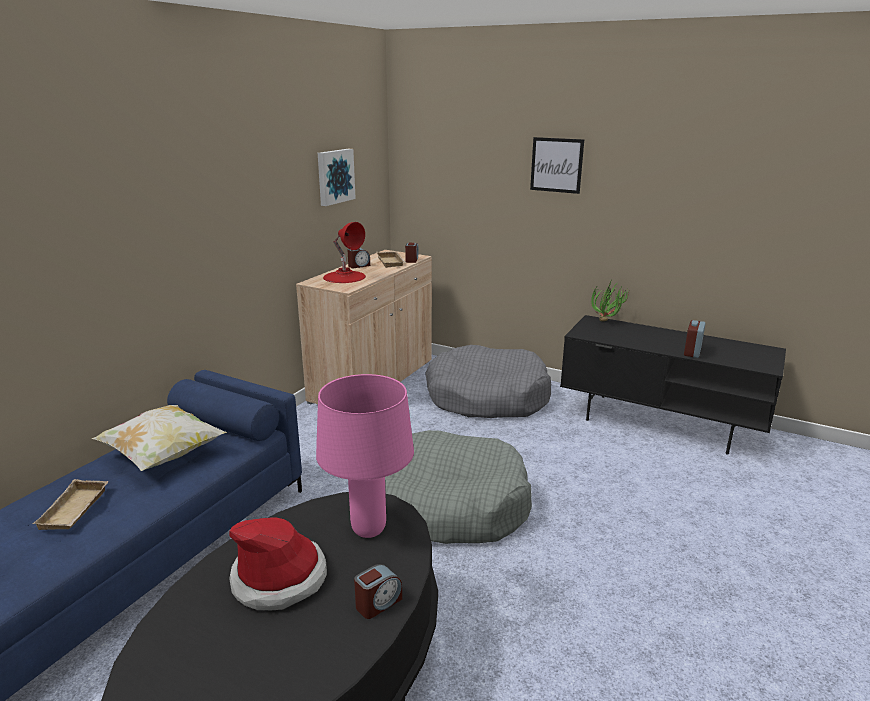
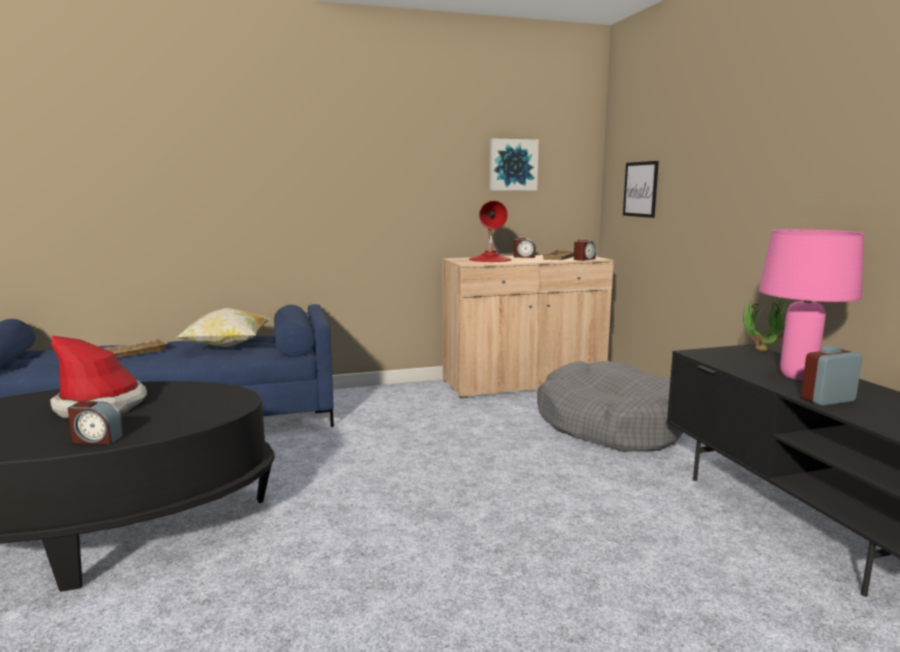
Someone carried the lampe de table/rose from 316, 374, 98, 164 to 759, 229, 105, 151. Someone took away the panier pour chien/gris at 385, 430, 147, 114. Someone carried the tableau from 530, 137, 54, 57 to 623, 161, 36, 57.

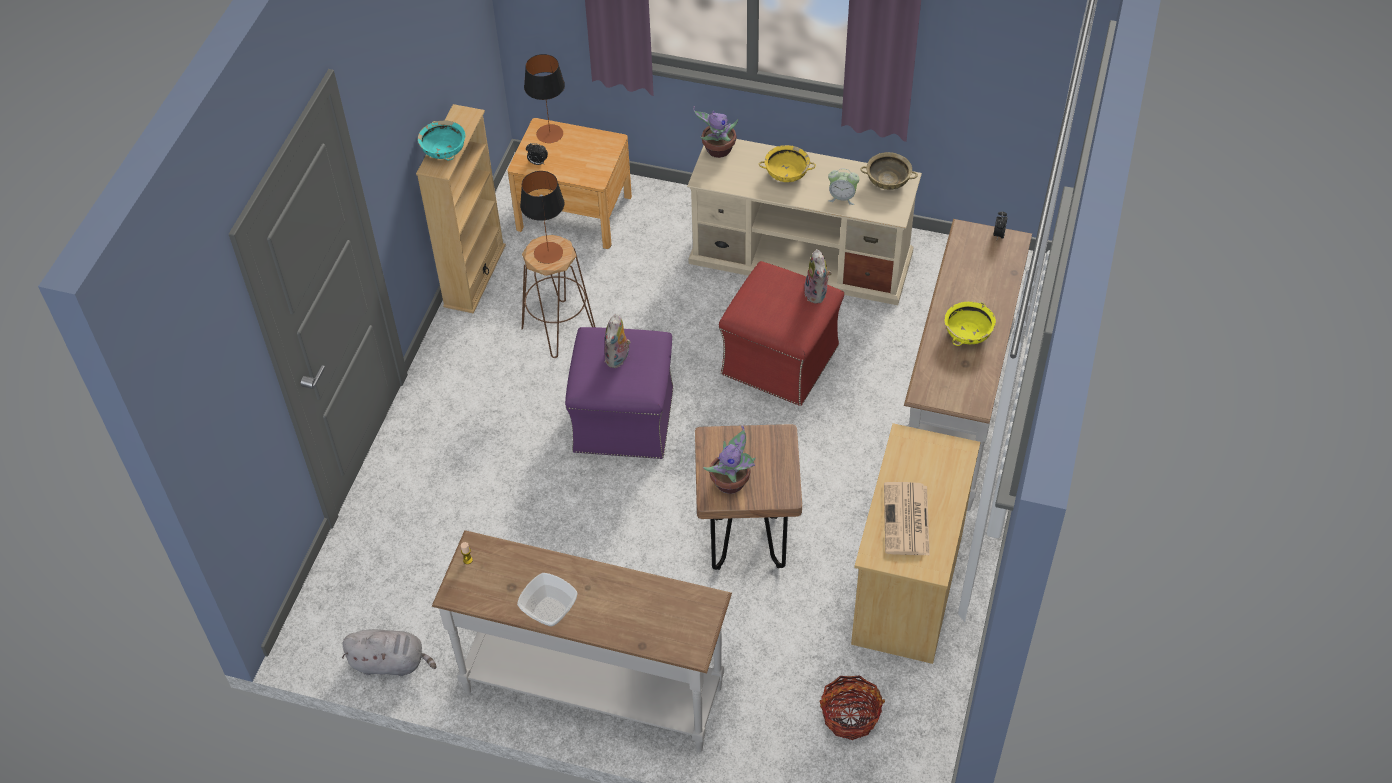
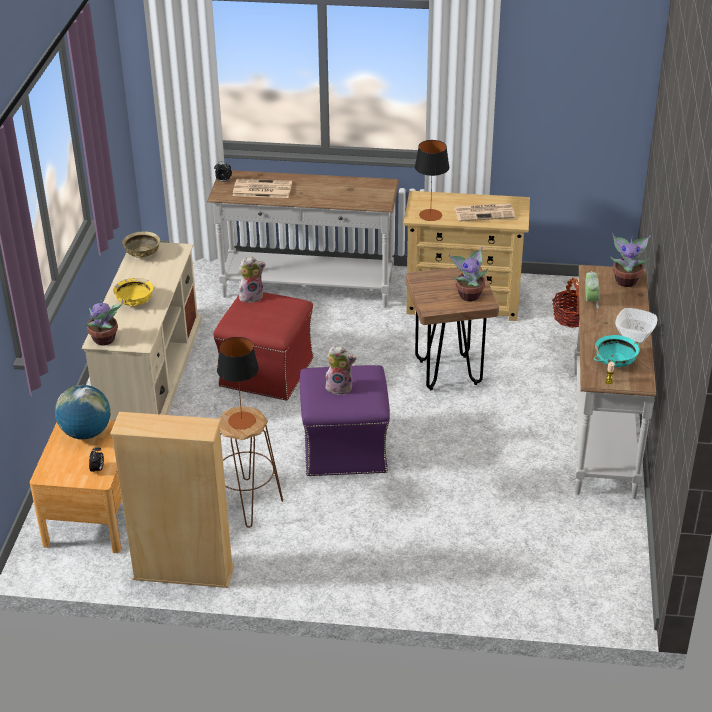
Someone took away the peluche/gris at 342, 629, 95, 47. Someone carried the bol/turquoise from 418, 121, 47, 40 to 594, 335, 46, 32. Someone carried the lampe de table from 524, 54, 41, 89 to 415, 140, 34, 81. Someone carried the réveil from 828, 168, 31, 37 to 585, 271, 14, 37. Someone took away the bol/jaune at 945, 302, 51, 44. Someone put down the globe at 55, 385, 56, 54. Someone put down the journal at 233, 179, 59, 19. Someone put down the plante en pot at 610, 233, 41, 54.

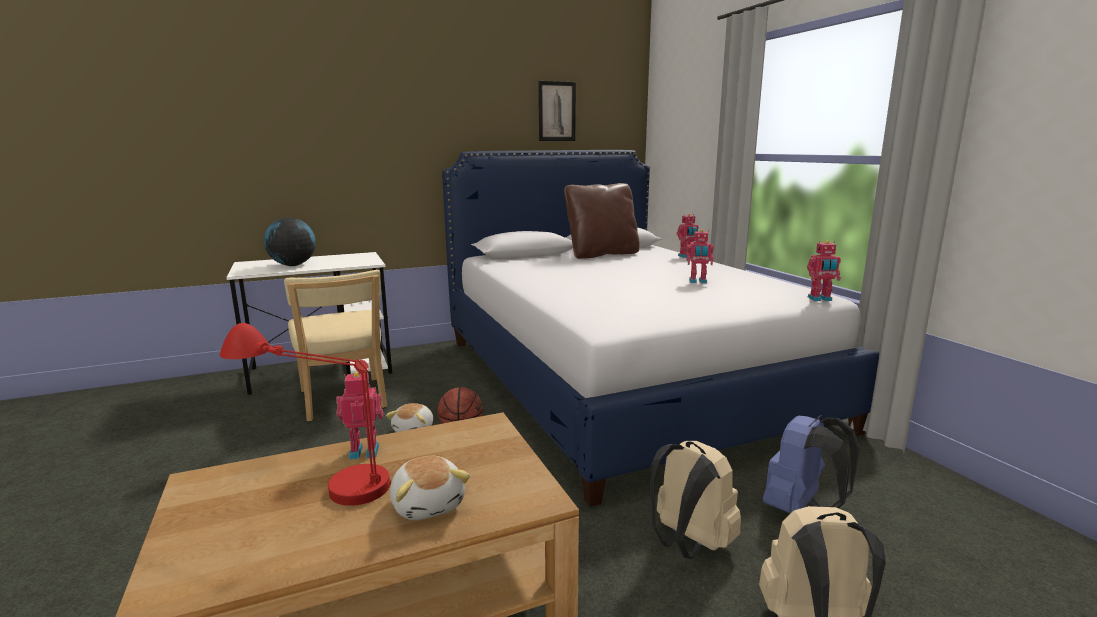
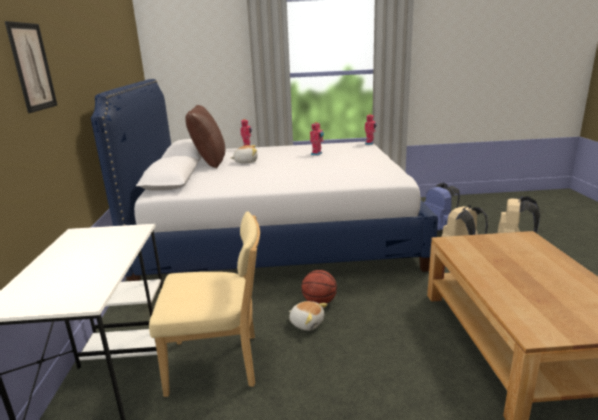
Someone took away the lampe de table/rouge at 220, 323, 171, 183. Someone took away the globe at 264, 217, 52, 49. Someone took away the robot jouet at 336, 372, 48, 87. Someone carried the peluche from 390, 456, 80, 64 to 231, 145, 27, 18. Someone carried the tableau from 538, 81, 38, 60 to 5, 21, 52, 92.

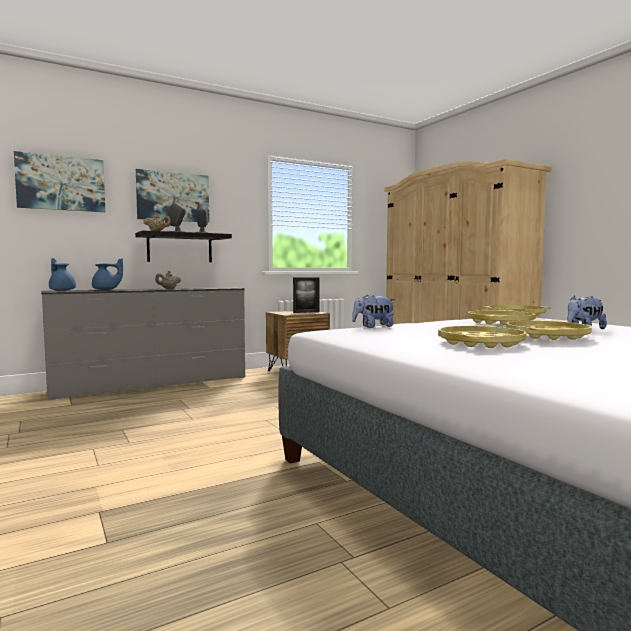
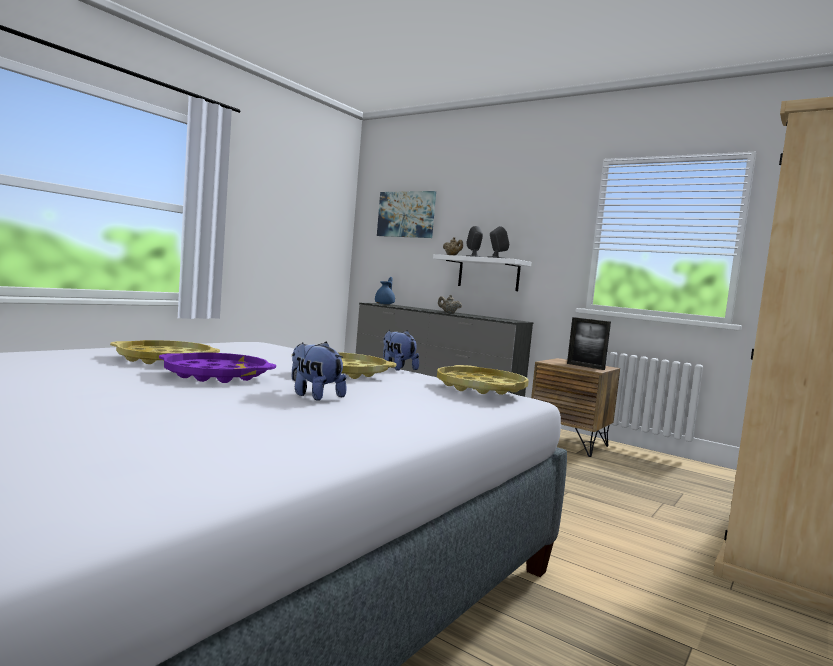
Someone took away the théière/bleu at 92, 258, 31, 32. Someone repainted the étagère/noir at 135, 230, 97, 32, which became the étagère/blanc at 433, 254, 99, 37. Someone took away the tableau at 136, 169, 73, 54. Someone carried the peluche from 352, 295, 43, 33 to 383, 330, 36, 41. Someone repainted the plateau/jaune at 506, 320, 86, 20, which became the plateau/violet at 159, 353, 117, 30.

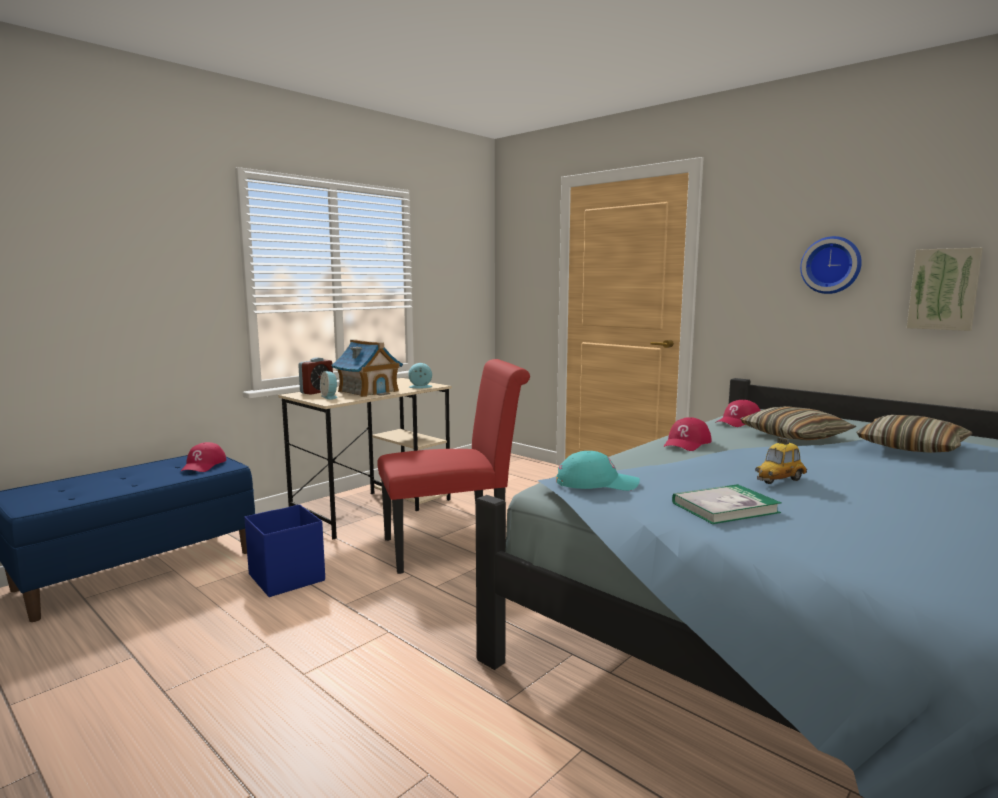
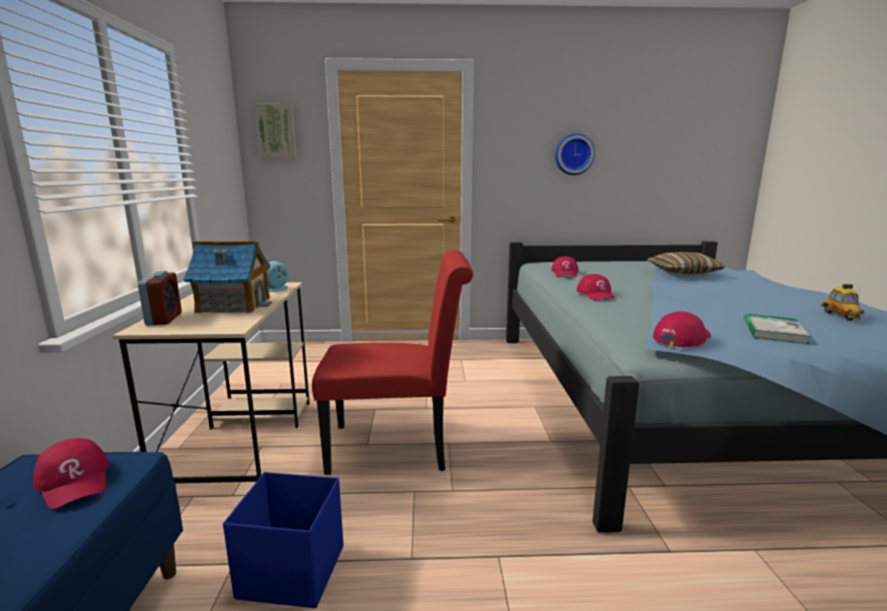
Someone took away the réveil at 320, 371, 18, 29. Someone rotated the chaise/rouge at 377, 359, 153, 215 by 60 degrees clockwise. Someone repainted the casquette/turquoise at 556, 451, 84, 40, which became the casquette/rouge at 653, 311, 58, 37. Someone took away the coussin at 740, 406, 116, 34. Someone carried the petite voiture from 755, 437, 52, 47 to 821, 284, 44, 37. Someone carried the tableau from 907, 248, 76, 83 to 255, 103, 42, 56.

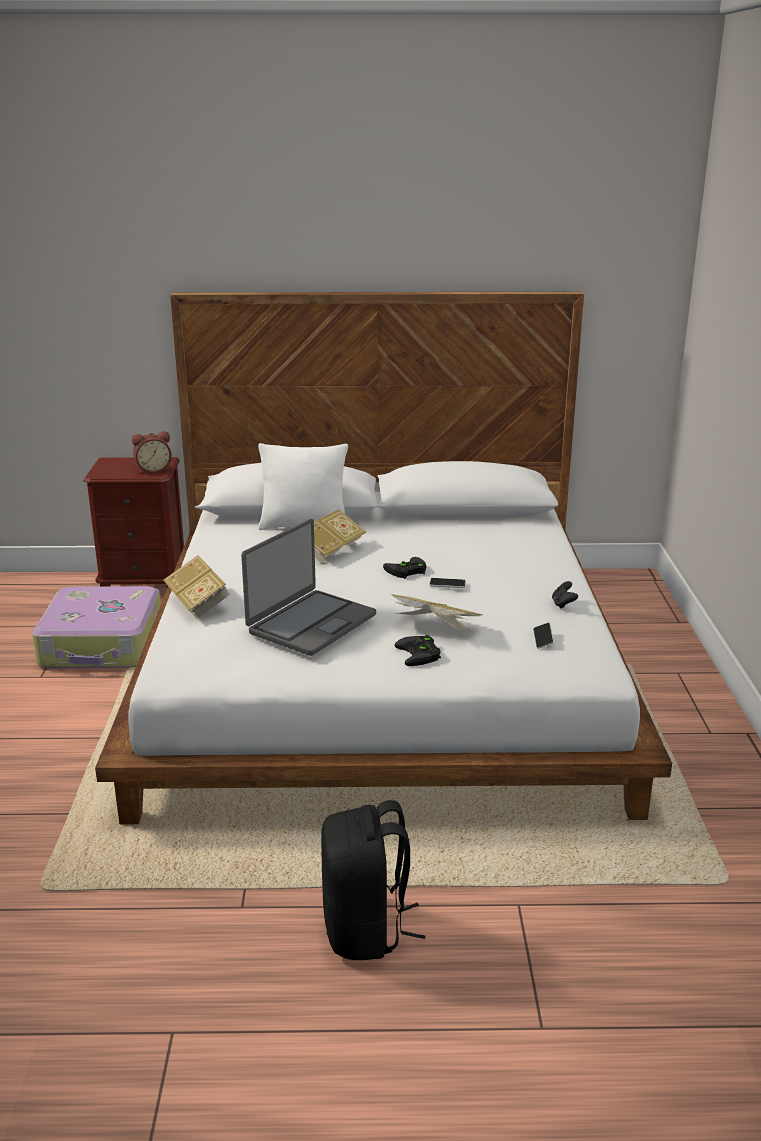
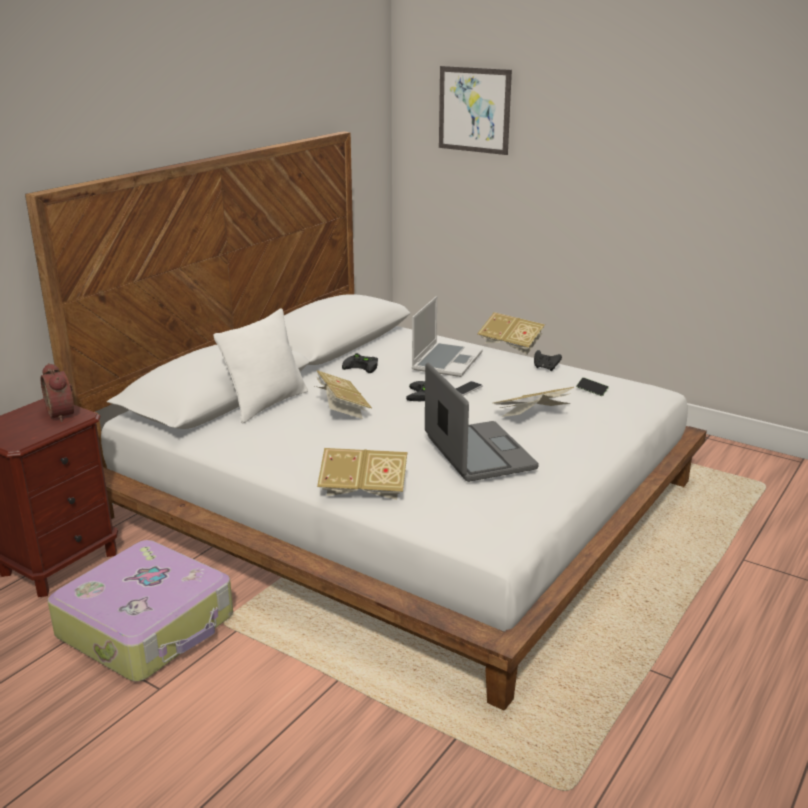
Someone rotated the réveil at 132, 431, 40, 42 by 135 degrees clockwise. Someone took away the sac à dos/noir at 321, 800, 104, 160. Someone carried the manette/noir from 395, 635, 46, 31 to 342, 353, 36, 20. Someone put down the ordinateur portable at 412, 296, 71, 81. Someone put up the tableau at 439, 66, 73, 89. Someone put down the livre at 477, 312, 68, 43.

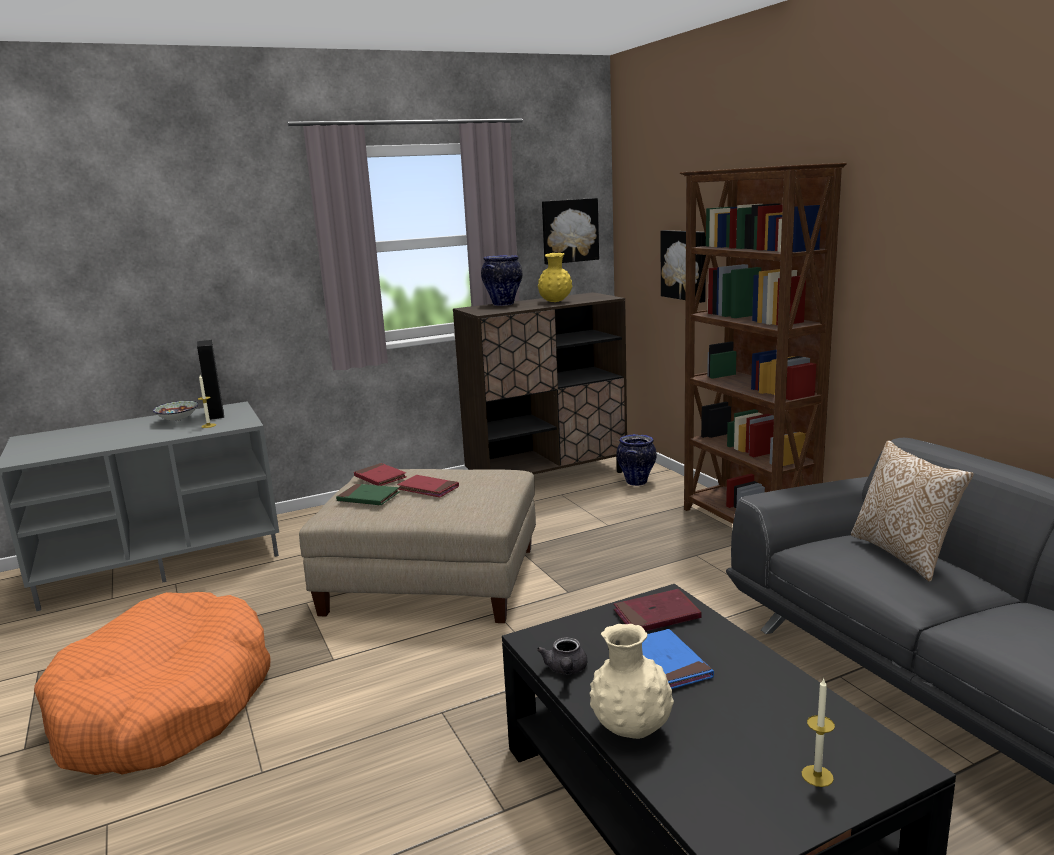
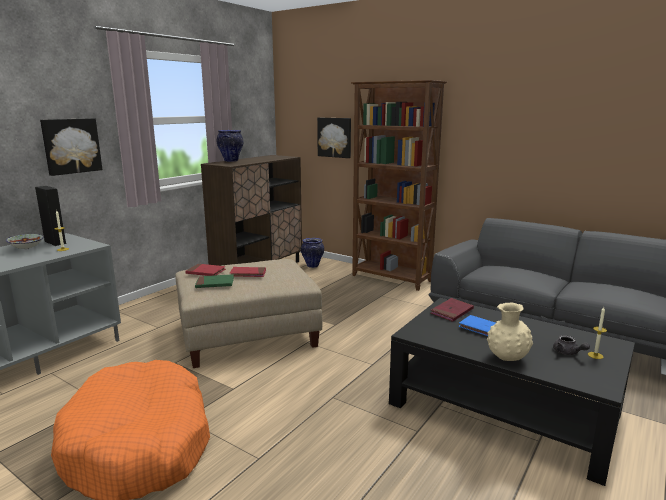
Someone carried the théière/gris from 537, 637, 50, 37 to 553, 335, 37, 20. Someone took away the vase/jaune at 538, 253, 34, 49. Someone carried the tableau from 542, 198, 57, 67 to 40, 118, 63, 58. Someone took away the coussin at 851, 440, 123, 142.

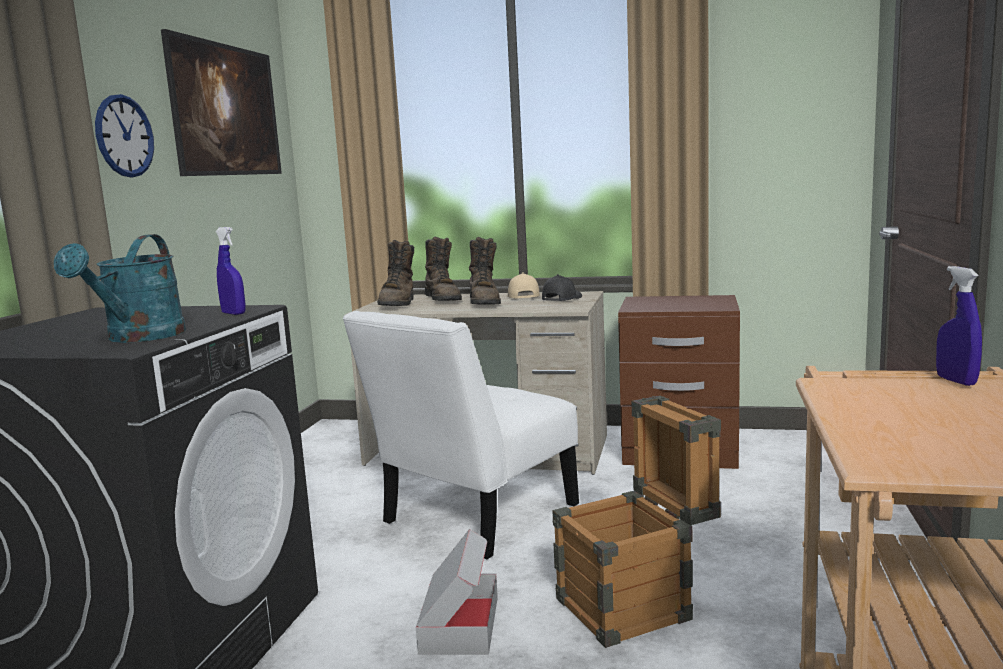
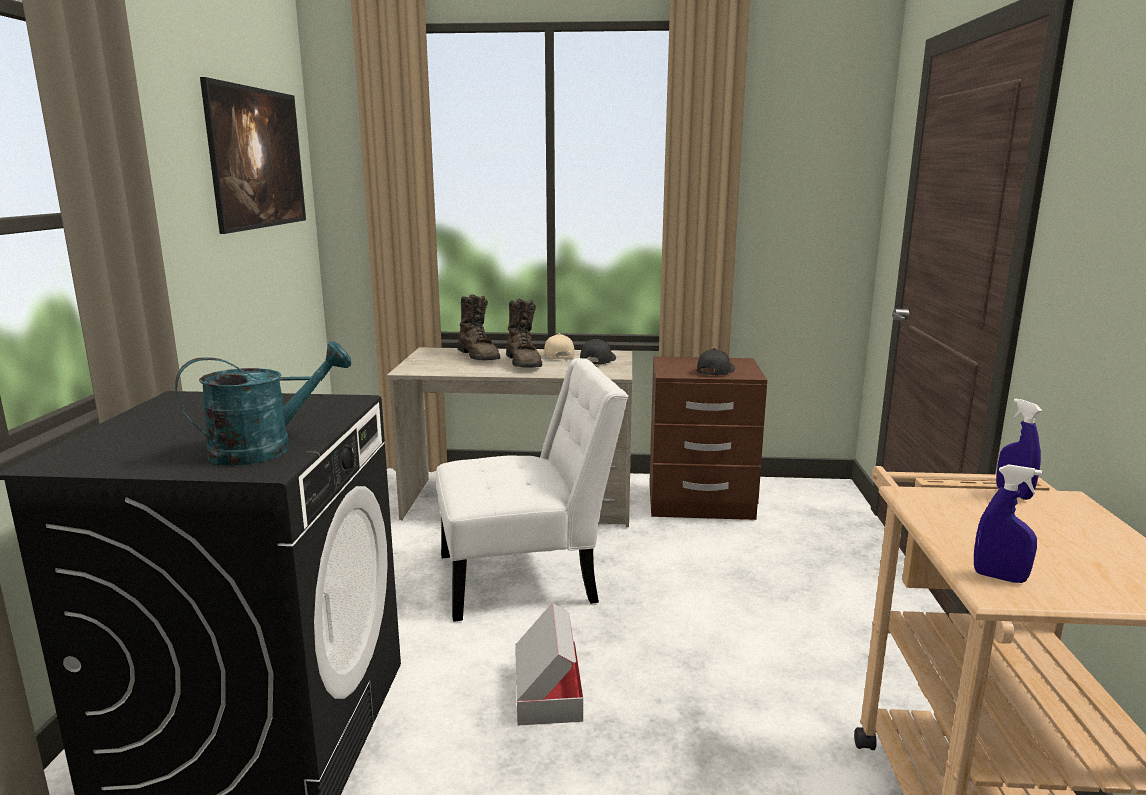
Someone rotated the arrosoir/turquoise at 54, 234, 132, 109 by 120 degrees counterclockwise. Someone took away the horloge murale at 95, 94, 59, 83. Someone carried the vaporisateur/bleu from 216, 227, 30, 88 to 974, 464, 68, 119. Someone rotated the chaise/blanc at 343, 311, 236, 248 by 135 degrees counterclockwise. Someone took away the botte/marron at 377, 240, 37, 66. Someone took away the caisse at 552, 396, 169, 252. Someone put down the casquette/noir at 697, 348, 38, 27.

